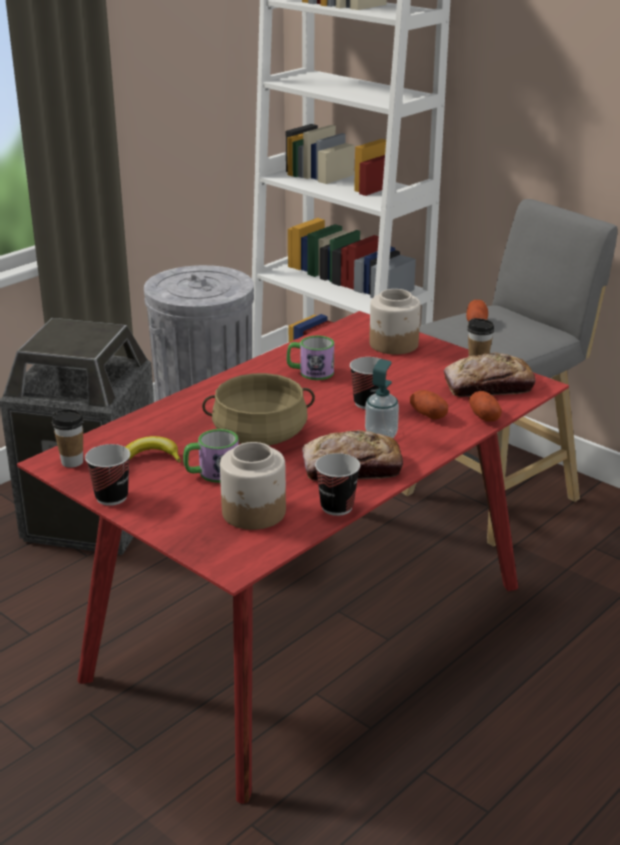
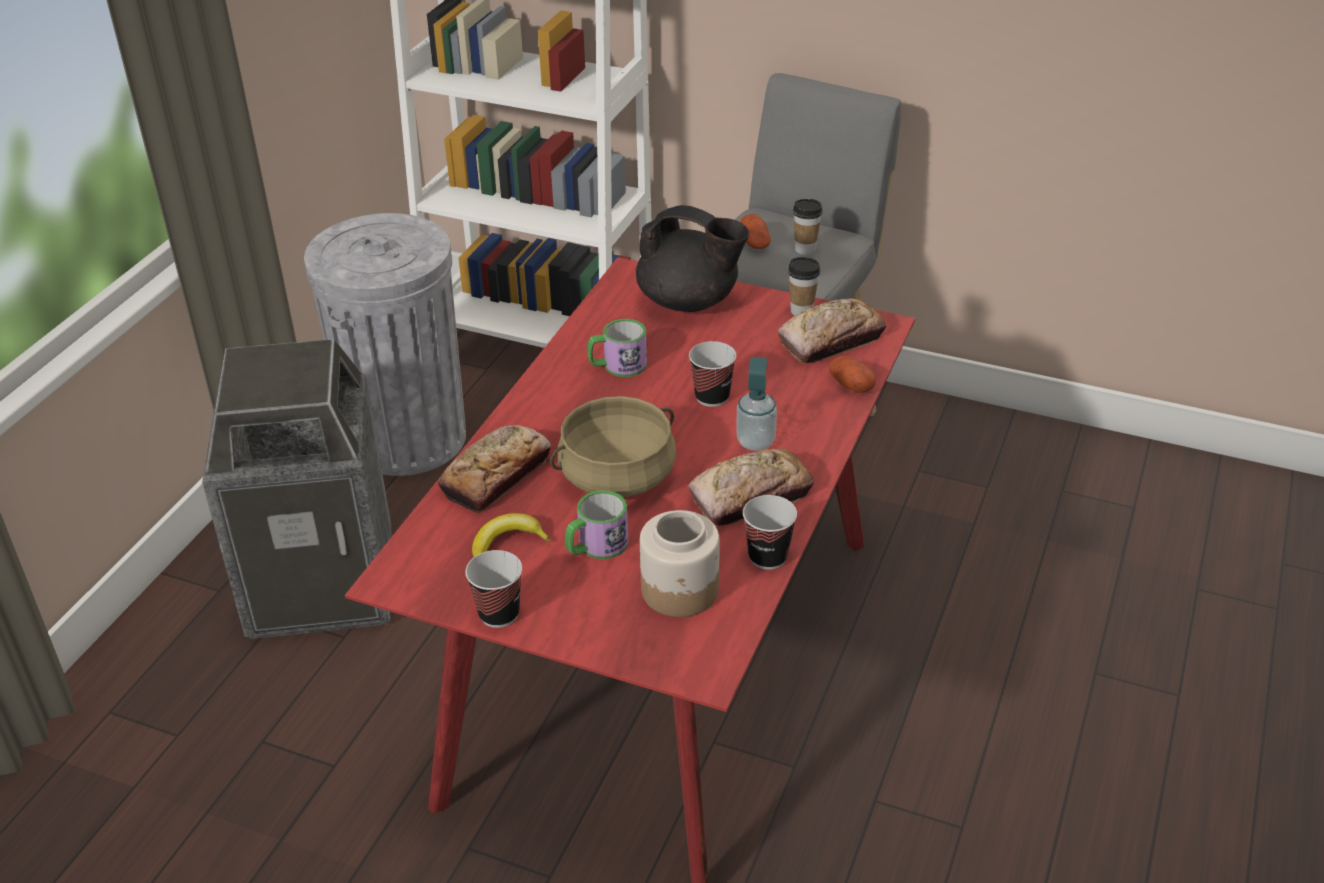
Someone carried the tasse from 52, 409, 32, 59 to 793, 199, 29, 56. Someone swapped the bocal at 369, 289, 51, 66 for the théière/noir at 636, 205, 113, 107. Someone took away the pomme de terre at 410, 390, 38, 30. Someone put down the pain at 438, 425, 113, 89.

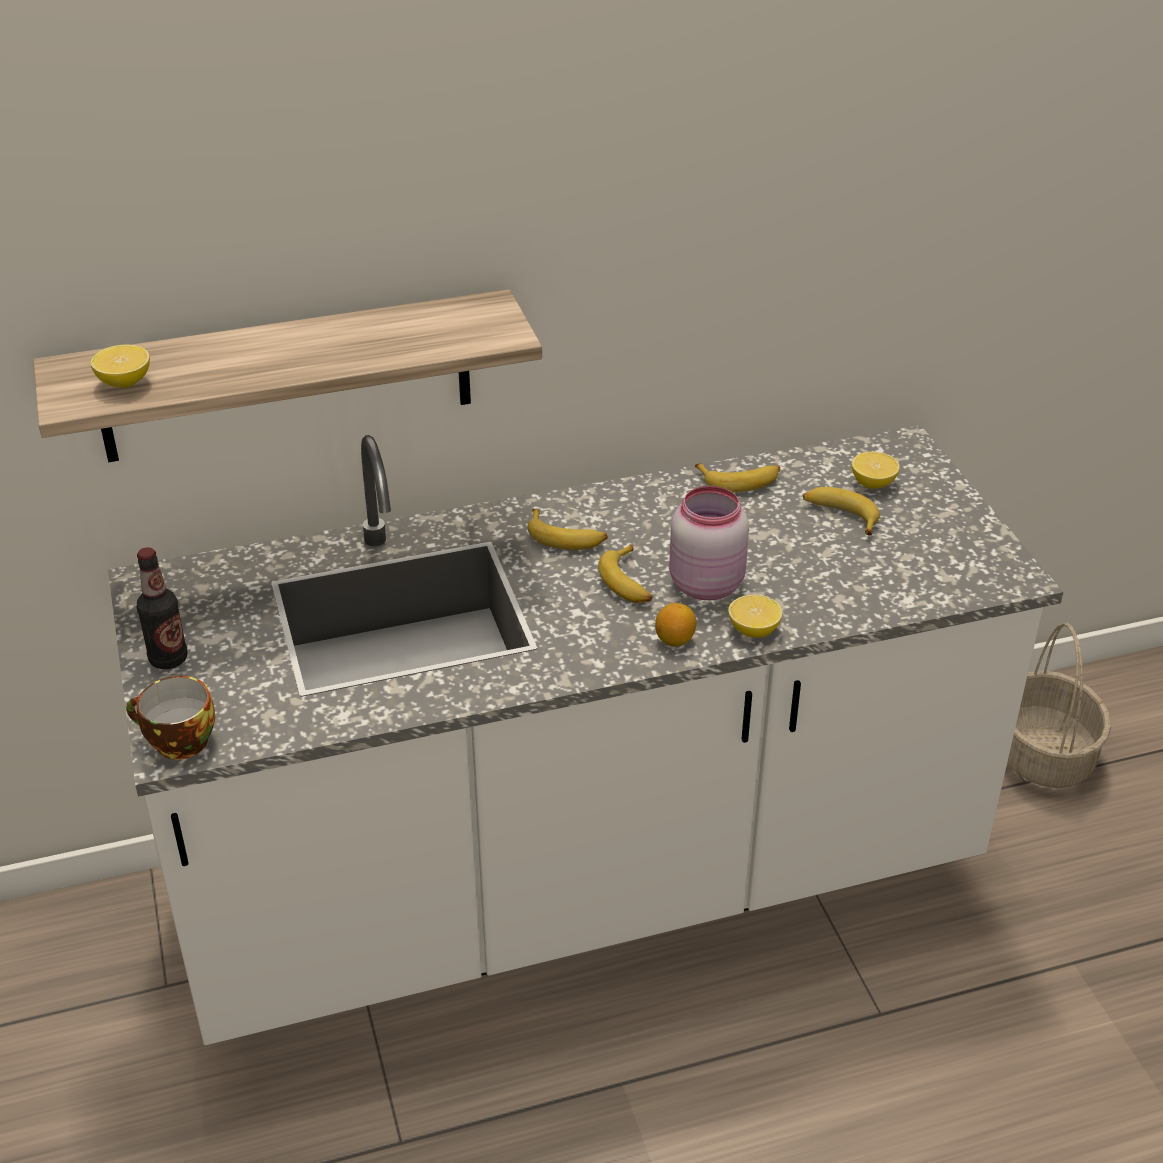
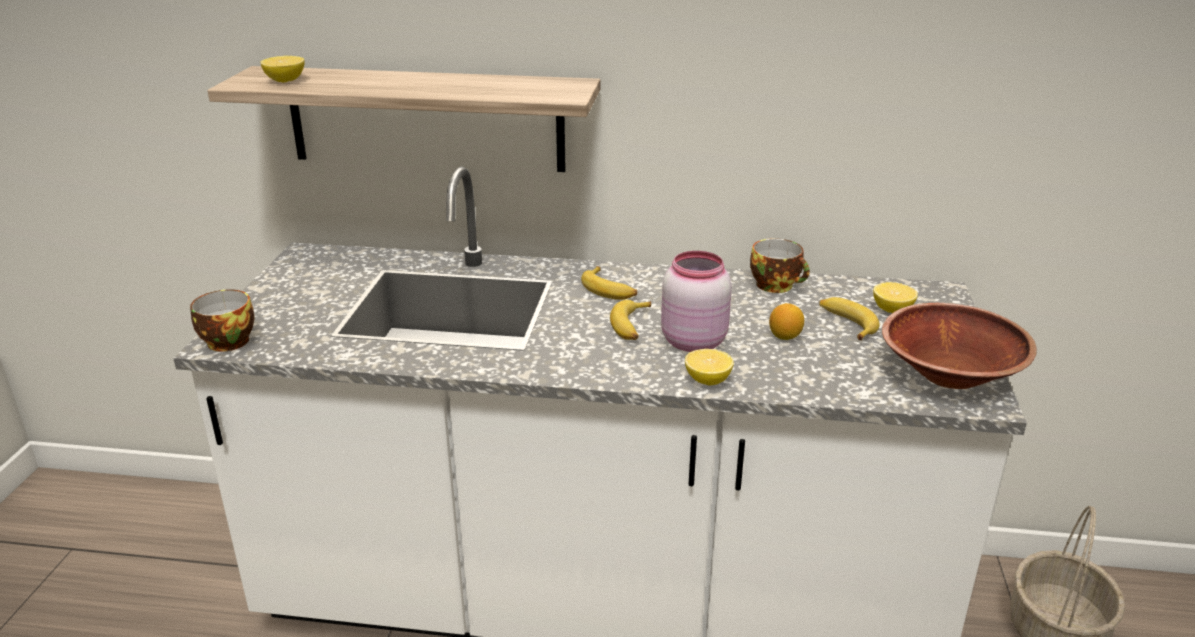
Someone took away the bouteille at 137, 547, 50, 122. Someone carried the citron from 655, 603, 41, 44 to 769, 303, 35, 37. Someone swapped the banane at 695, 463, 85, 29 for the tasse at 750, 238, 60, 55. Someone put down the bol/marron at 882, 303, 155, 86.

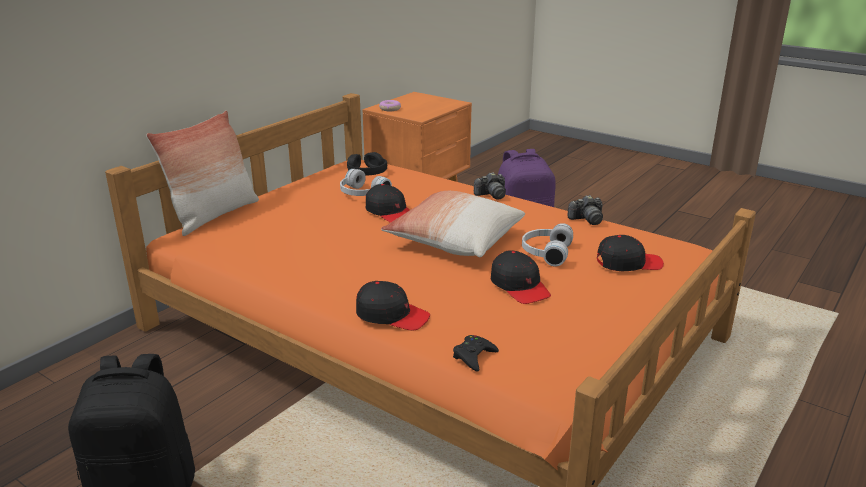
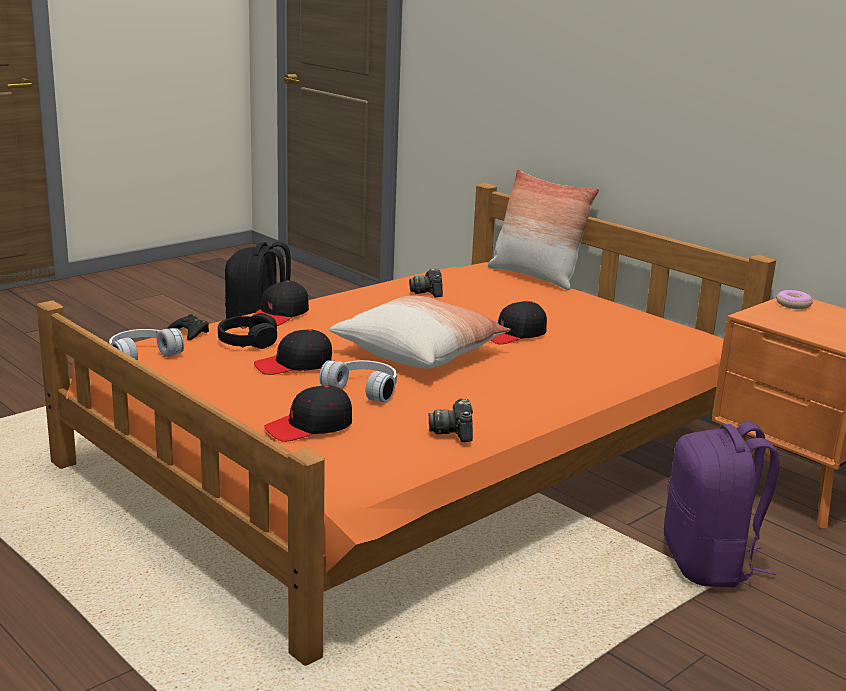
Someone carried the casque audio/blanc from 340, 169, 52, 27 to 109, 328, 75, 33. Someone carried the casque audio/noir from 347, 152, 40, 24 to 218, 313, 59, 36. Someone carried the appareil photo from 474, 172, 32, 28 to 409, 268, 34, 29. Someone rotated the casquette/noir at 597, 235, 67, 36 by 60 degrees clockwise.

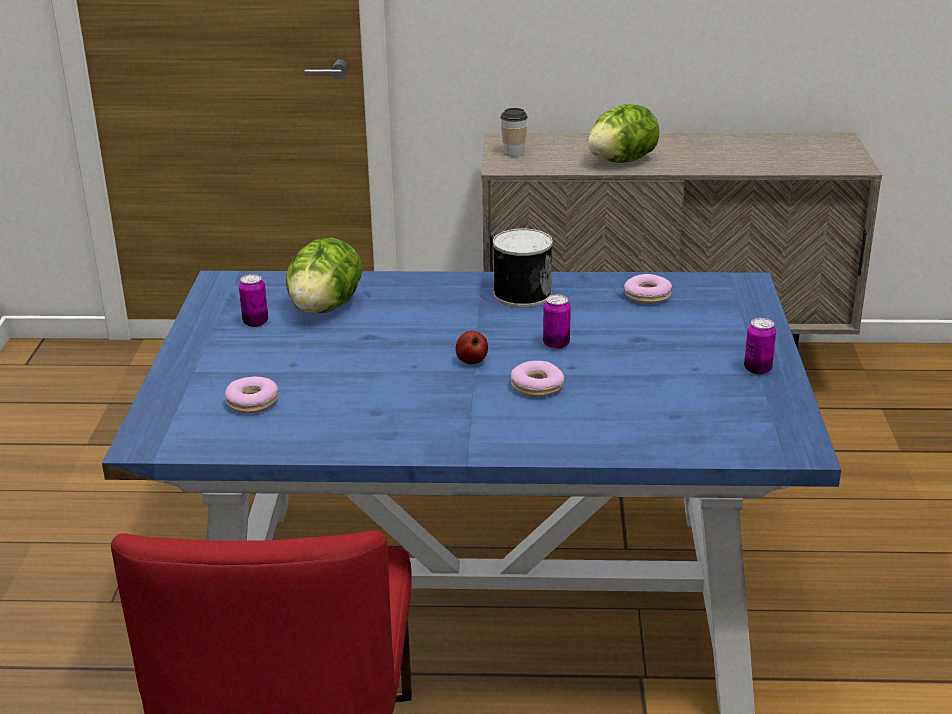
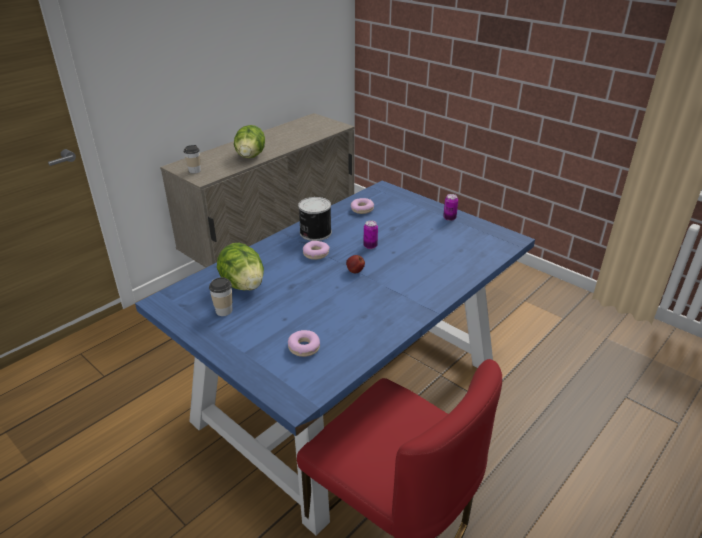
Someone swapped the boîte métallique at 239, 274, 29, 53 for the tasse at 209, 277, 23, 39. Someone carried the beignet from 511, 361, 53, 36 to 303, 241, 27, 19.

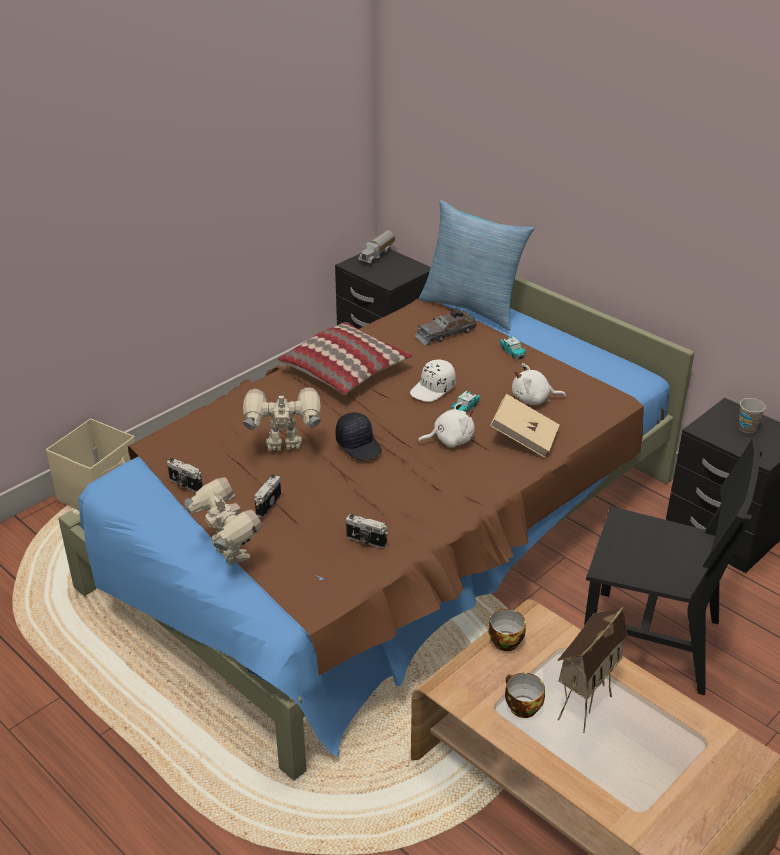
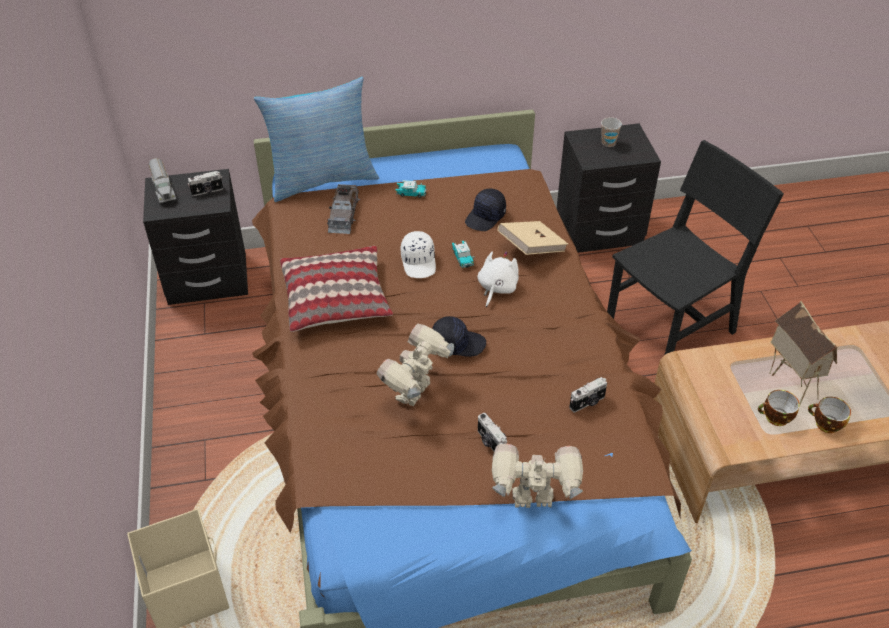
Someone carried the appareil photo from 167, 458, 35, 34 to 188, 171, 35, 25. Someone carried the tasse from 488, 608, 38, 43 to 808, 397, 43, 36. Someone swapped the peluche/blanc at 512, 363, 54, 42 for the casquette/noir at 465, 189, 41, 42.

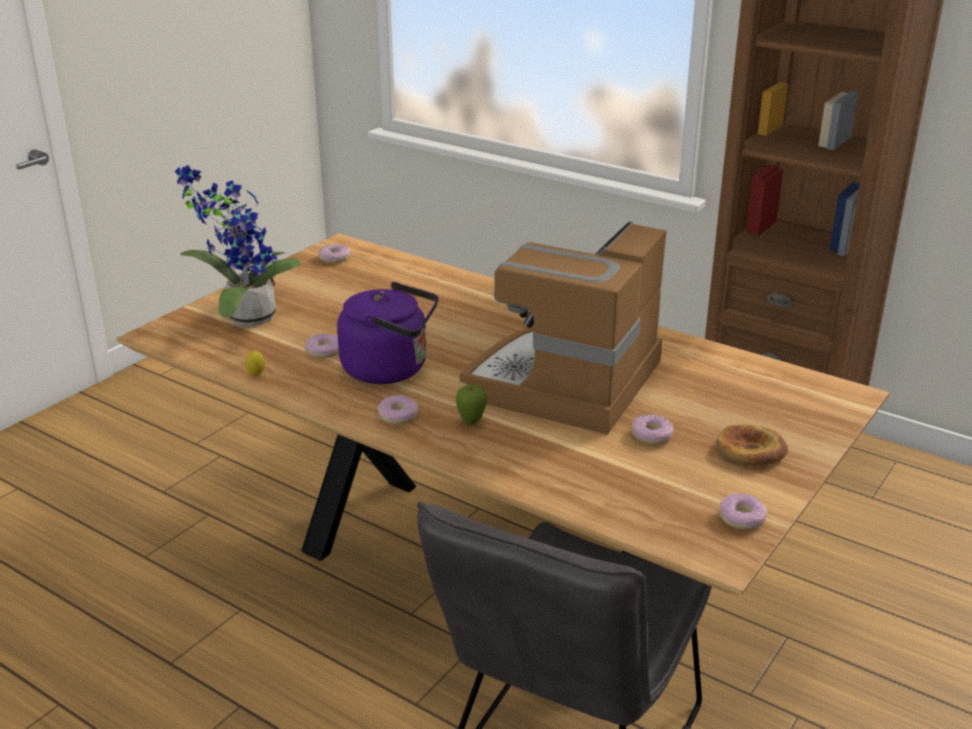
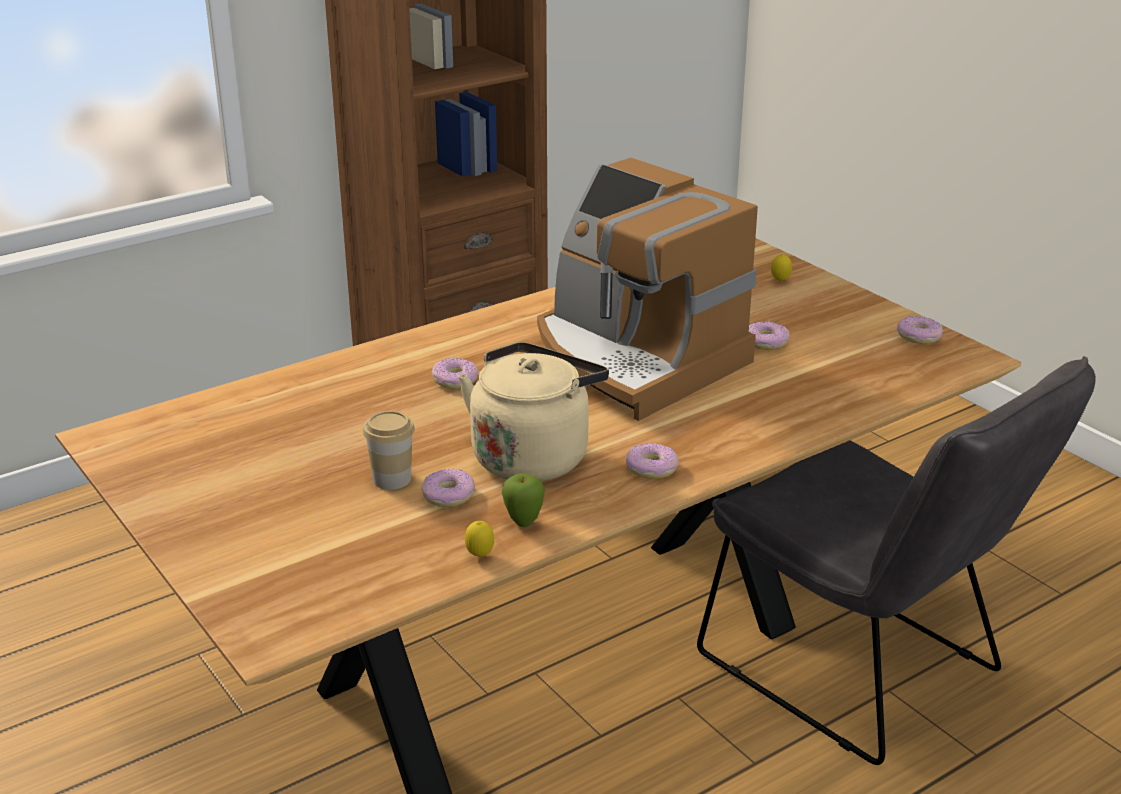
Someone took away the plante en pot at 175, 165, 126, 162. Someone carried the beignet from 318, 244, 32, 19 to 432, 358, 47, 31. Someone repainted the bouilloire/violet at 337, 282, 101, 102, which became the bouilloire/beige at 458, 342, 151, 139. Someone carried the pomme from 456, 384, 31, 41 to 502, 473, 43, 54. Someone took away the pain at 716, 424, 72, 42. Someone put down the tasse at 363, 411, 52, 79. Someone put down the citron at 771, 254, 21, 28.

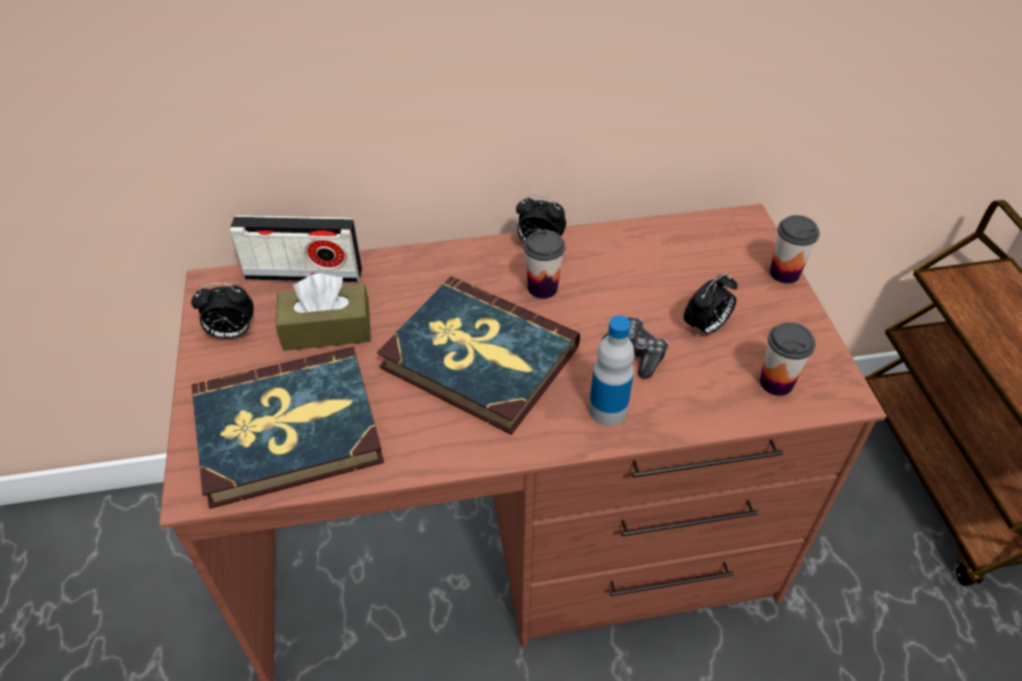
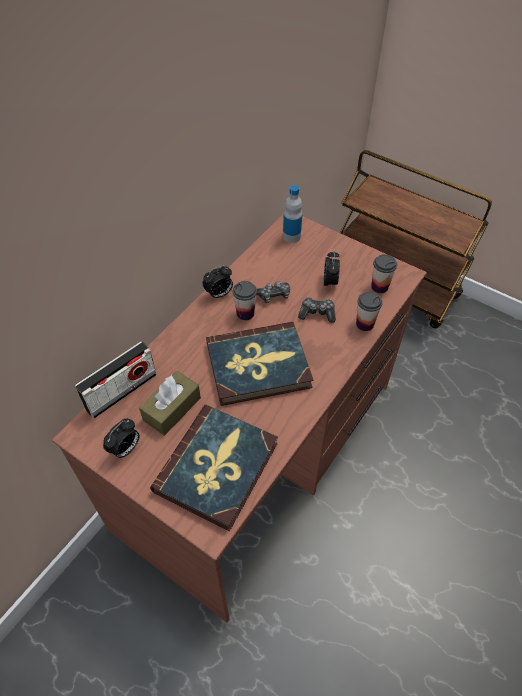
Someone carried the bouteille from 589, 316, 46, 110 to 283, 185, 19, 58. Someone carried the tasse from 770, 215, 50, 69 to 356, 291, 27, 40. Someone put down the manette at 256, 281, 34, 22.

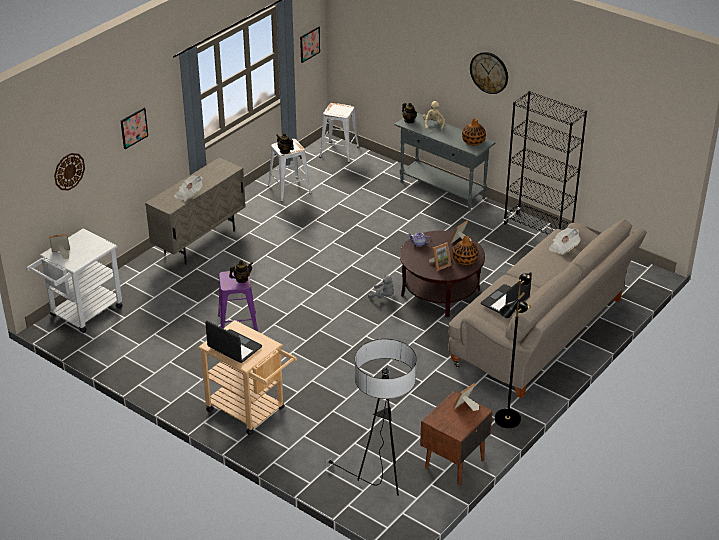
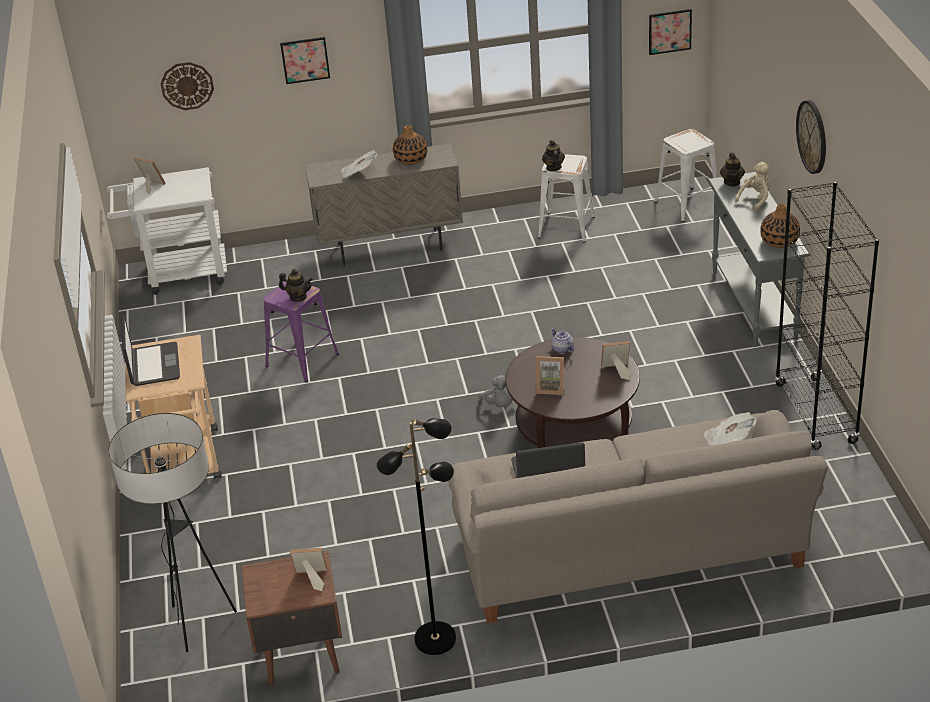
Someone carried the vase from 452, 236, 27, 29 to 393, 125, 34, 40.

